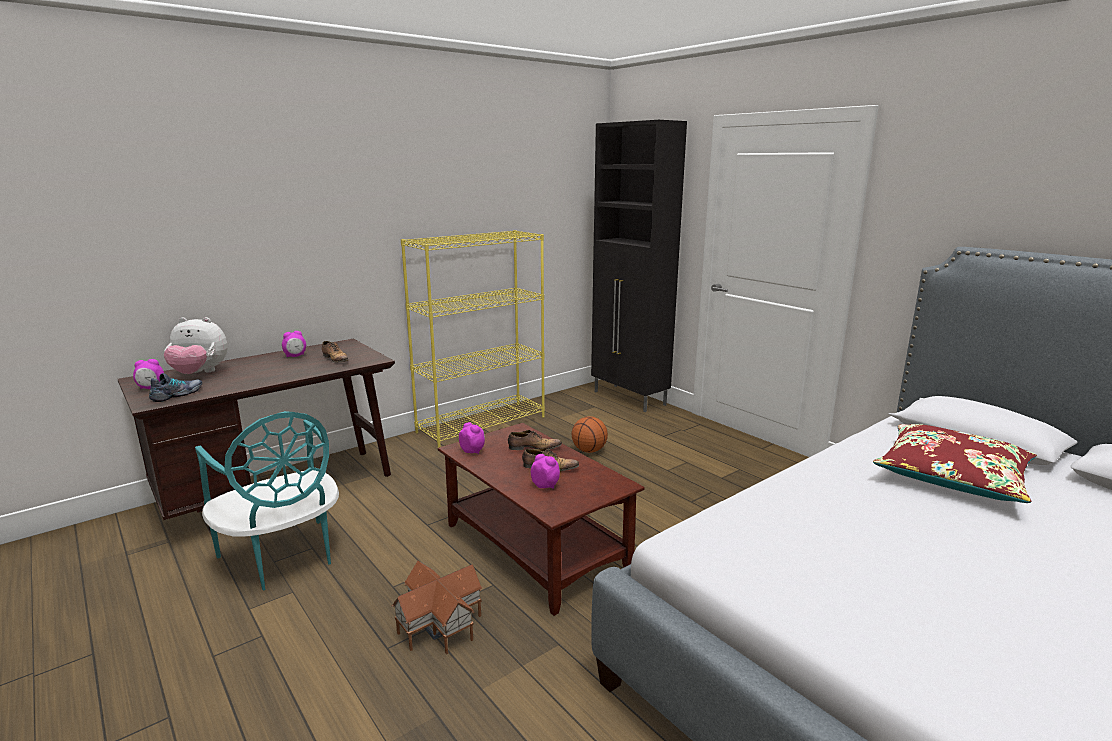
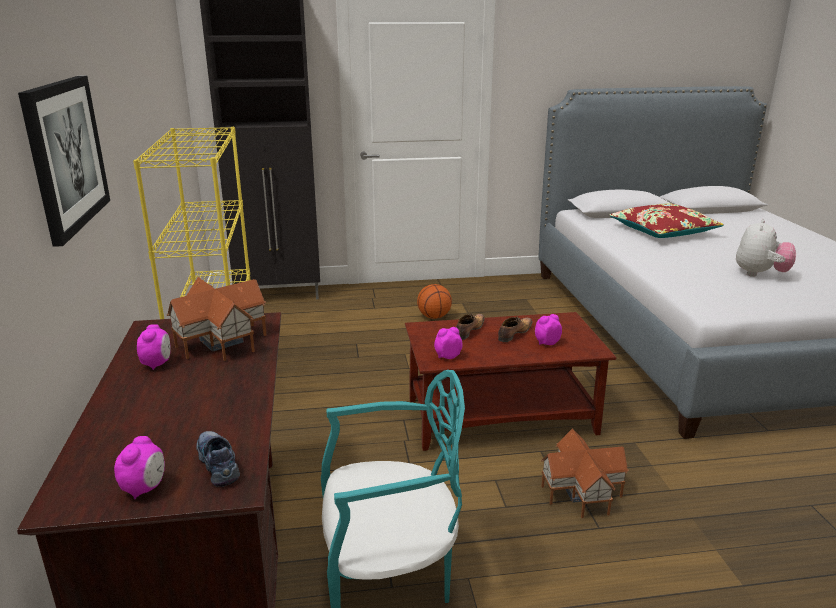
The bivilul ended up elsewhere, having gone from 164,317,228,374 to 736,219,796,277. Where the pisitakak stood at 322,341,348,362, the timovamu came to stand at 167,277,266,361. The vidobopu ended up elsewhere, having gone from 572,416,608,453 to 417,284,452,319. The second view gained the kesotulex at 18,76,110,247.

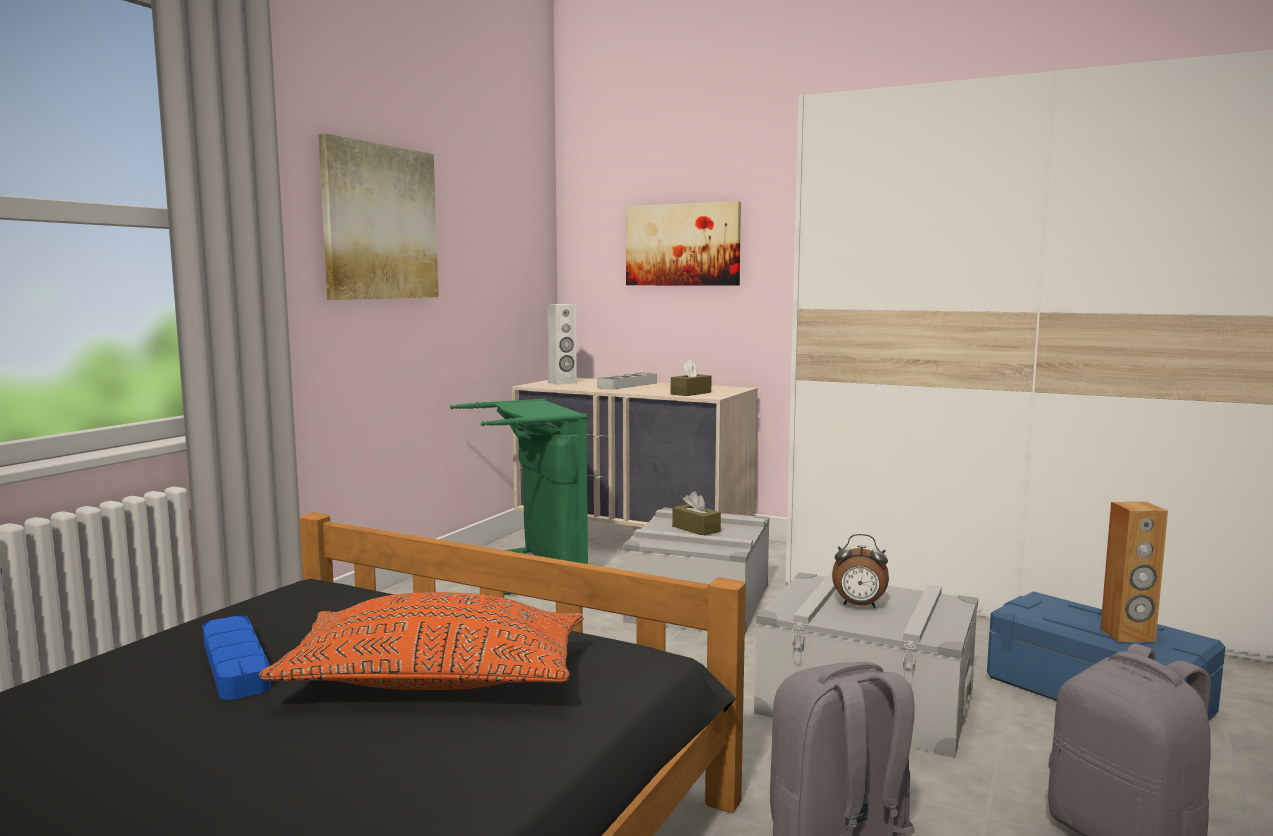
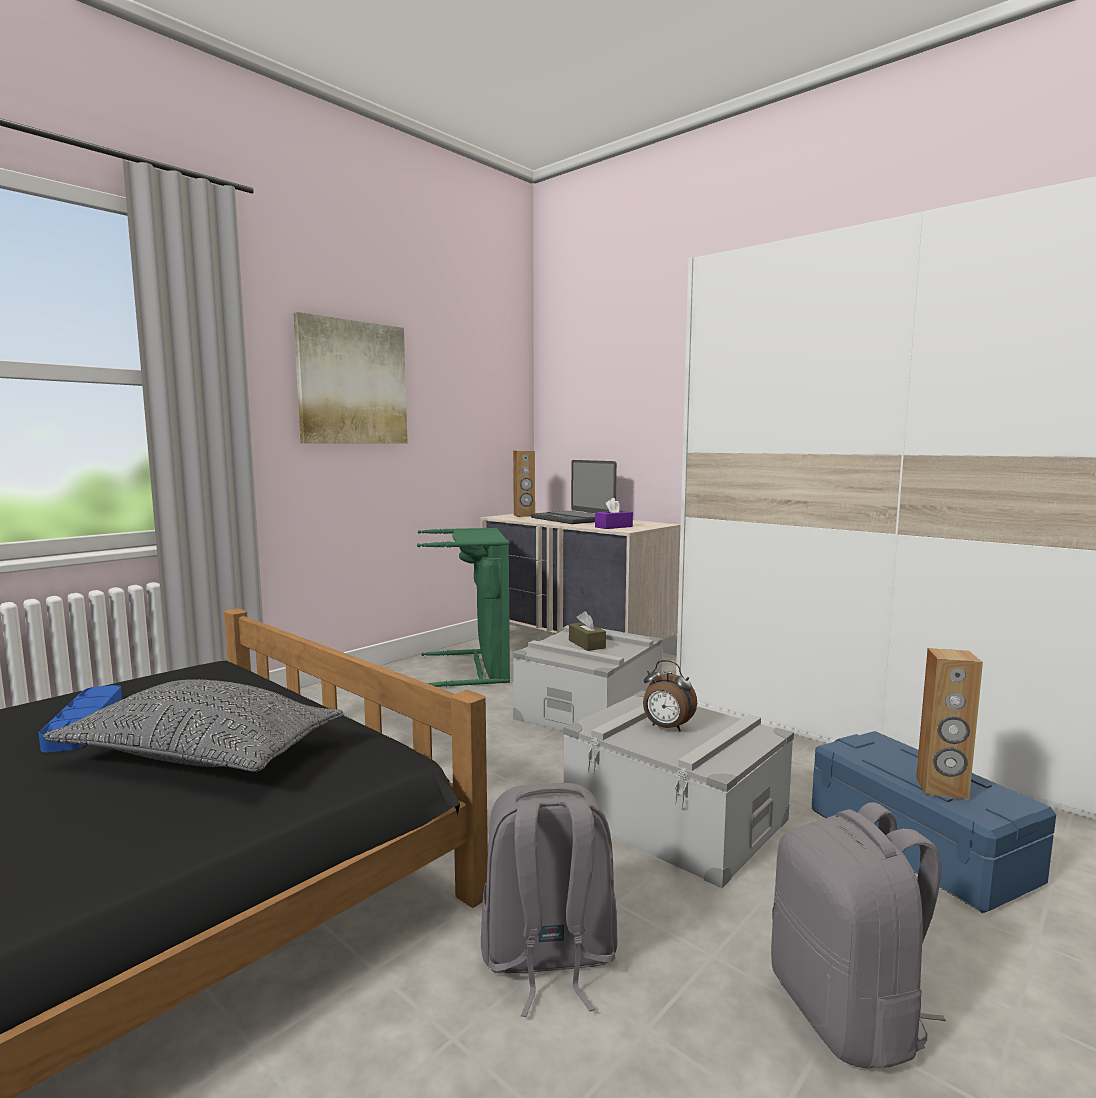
The second view lost the kesotulex at 626,201,741,286. What was the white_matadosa at 547,304,577,385 turned into the brown_matadosa at 513,451,535,517. What was the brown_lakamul at 671,360,712,396 turned into the purple_lakamul at 595,498,633,529. Where the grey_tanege stood at 598,372,657,390, the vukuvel came to stand at 531,460,617,524. What was the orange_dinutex at 259,592,584,690 turned into the grey_dinutex at 43,679,345,772.

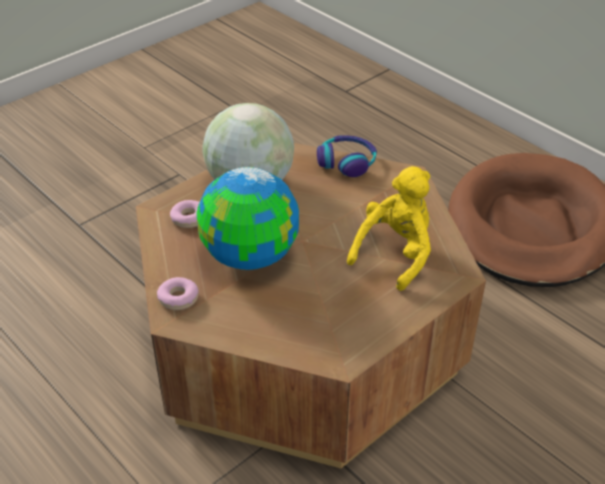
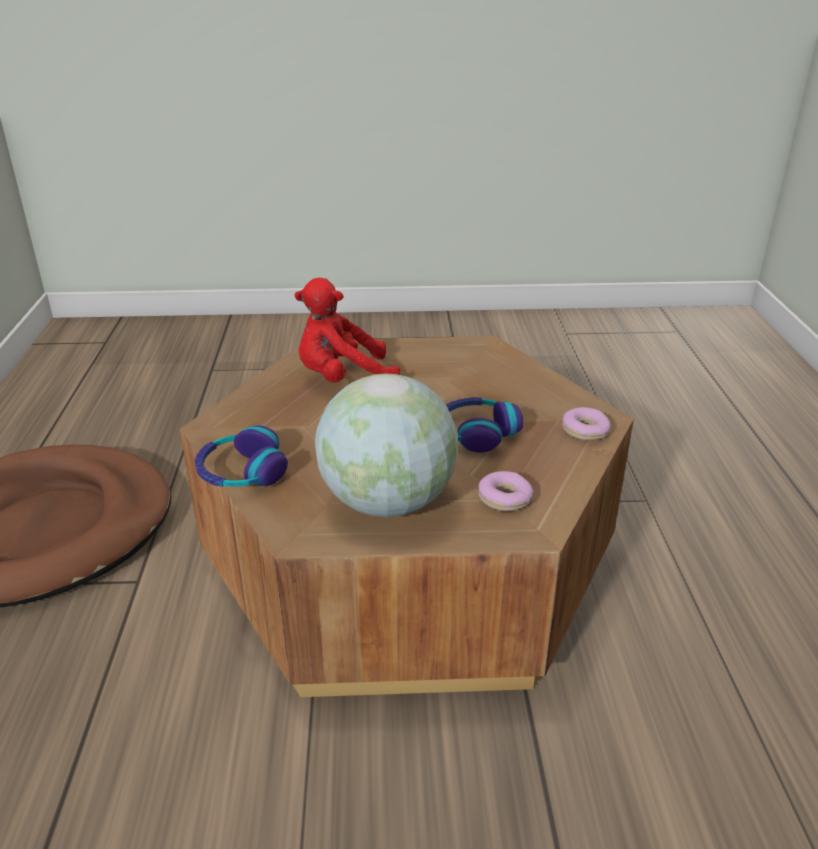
What was the yellow_bivilul at 347,166,431,291 turned into the red_bivilul at 294,278,400,382. Where the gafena stood at 197,167,299,270, the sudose came to stand at 446,397,523,453.

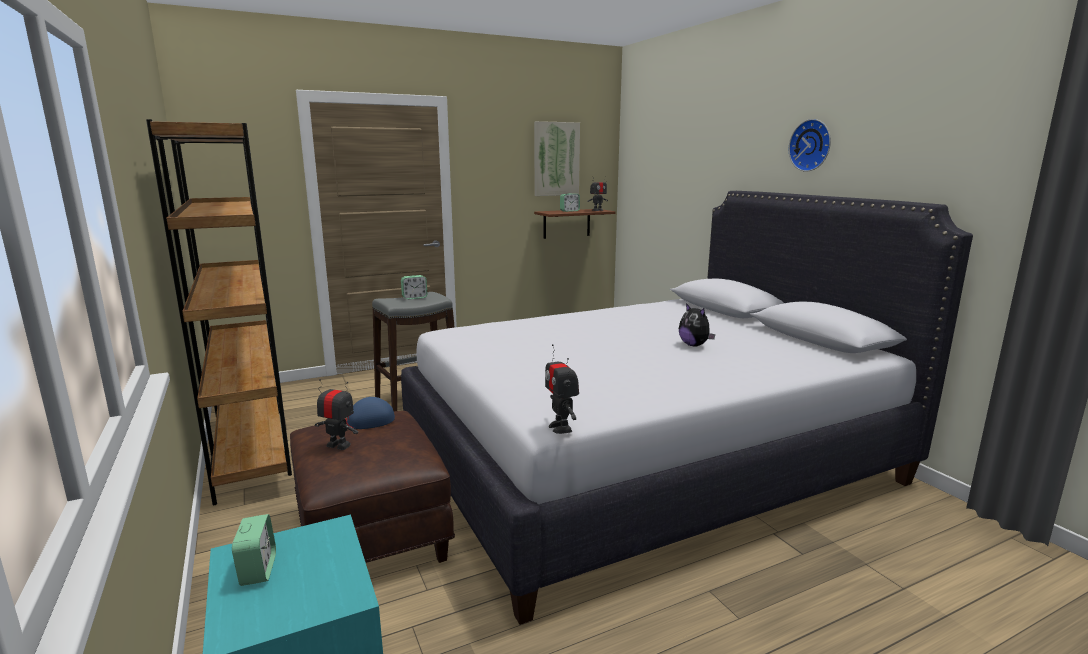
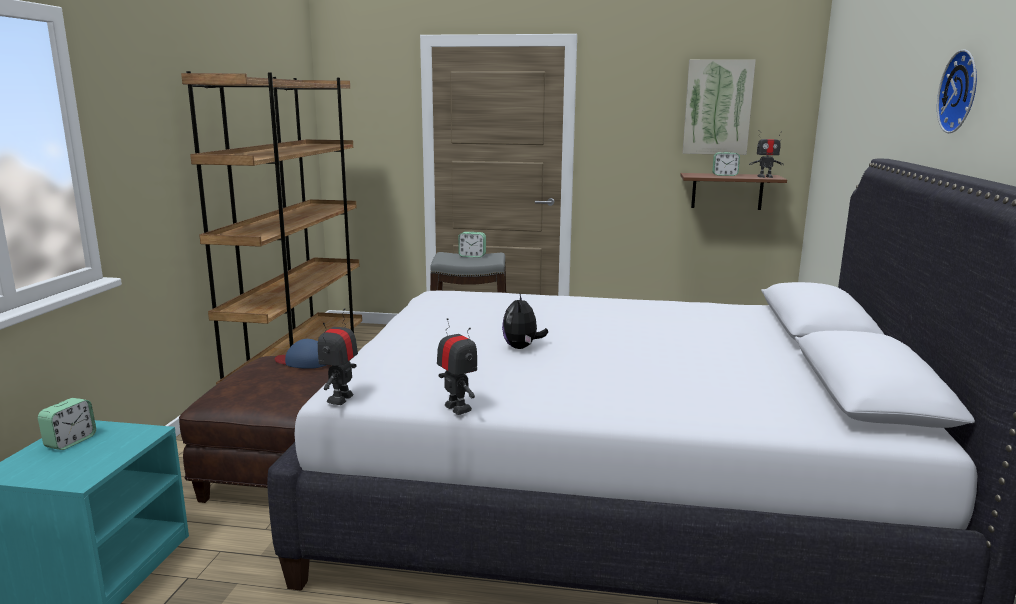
The bivilul ended up elsewhere, having gone from 679,303,715,346 to 502,292,548,349. The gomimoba ended up elsewhere, having gone from 315,379,358,450 to 437,318,477,415.

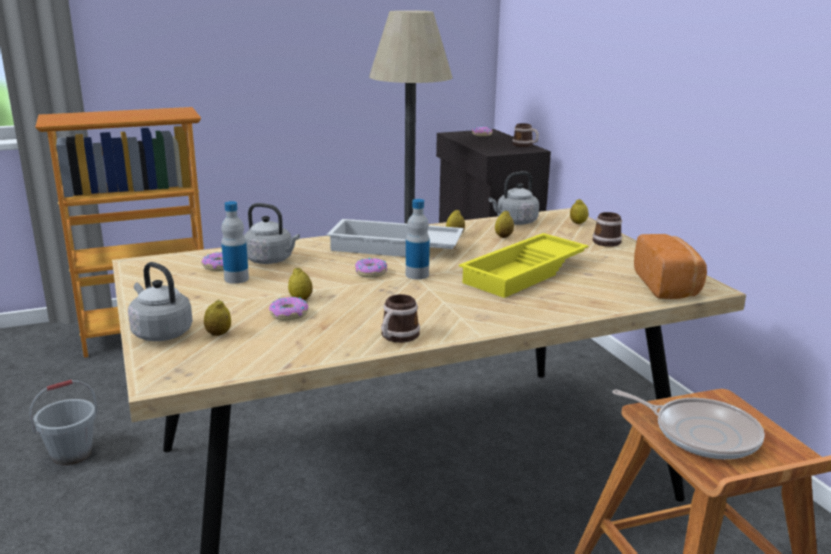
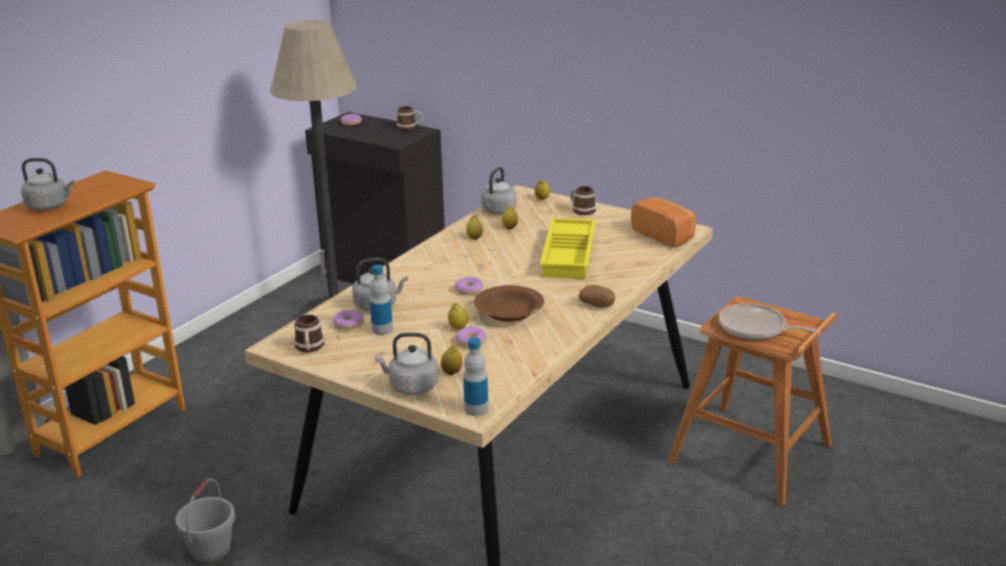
The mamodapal ended up elsewhere, having gone from 406,199,430,279 to 463,337,488,416. The second view lost the white_tanege at 327,219,464,257. The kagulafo ended up elsewhere, having gone from 381,294,420,343 to 294,315,324,352. The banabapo at 612,390,765,459 ended up facing another way, 150 degrees counterclockwise from before. The second view gained the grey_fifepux at 21,158,75,211. The second view gained the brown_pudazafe at 474,285,544,322. The second view gained the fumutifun at 579,285,615,307.

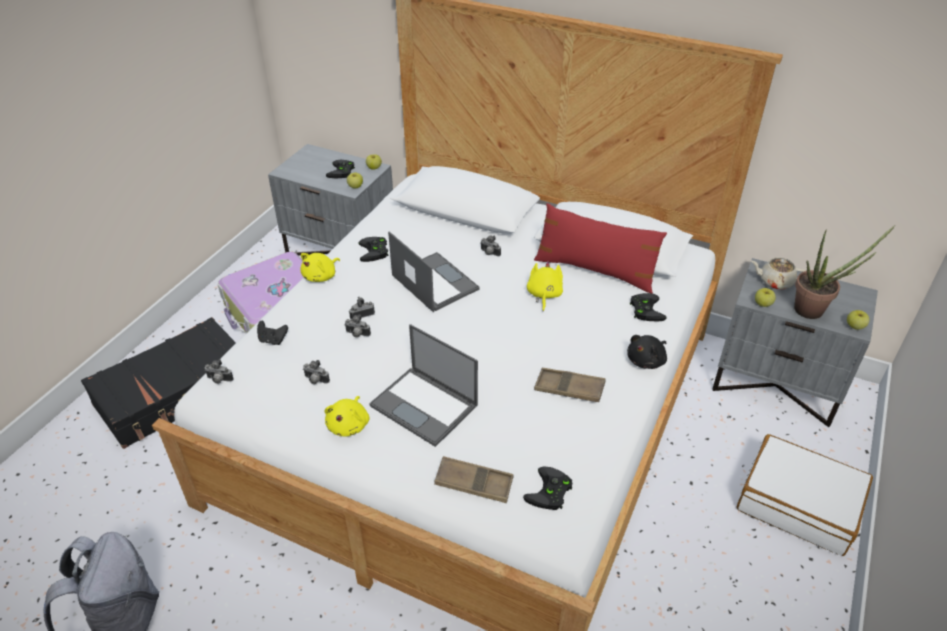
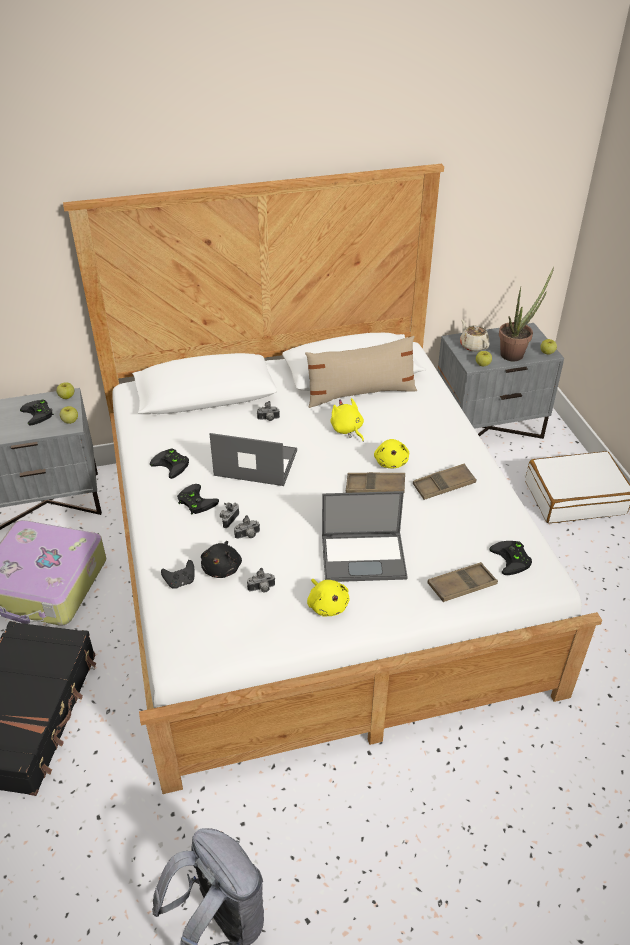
What was the red_dinutex at 534,203,667,293 turned into the beige_dinutex at 305,336,417,408. The yellow_bivilul ended up elsewhere, having gone from 300,253,340,282 to 374,439,409,468. The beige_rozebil at 751,258,807,290 ended up facing another way, 90 degrees clockwise from before. The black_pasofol ended up elsewhere, having gone from 630,293,667,321 to 177,484,219,514. The black_bivilul ended up elsewhere, having gone from 627,335,667,369 to 201,541,242,578. The second view lost the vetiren at 204,359,233,384. The second view gained the brown_tanege at 346,472,405,493.

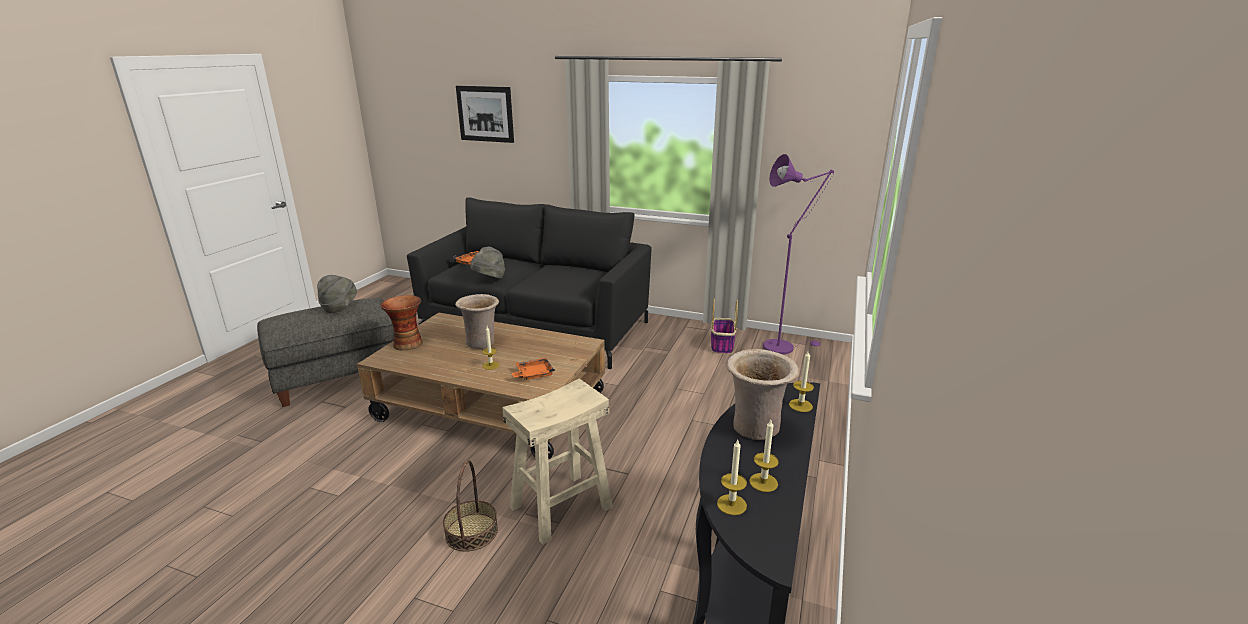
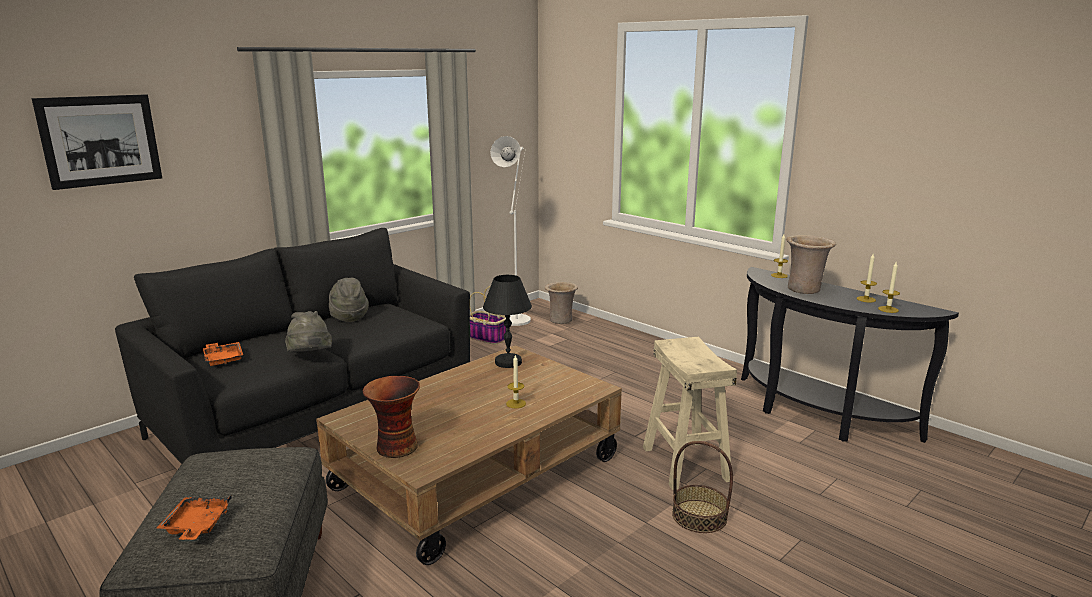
What was the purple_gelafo at 763,154,834,354 turned into the white_gelafo at 490,136,531,326. The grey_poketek ended up elsewhere, having gone from 317,275,357,313 to 329,278,369,322. The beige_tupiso ended up elsewhere, having gone from 455,294,499,349 to 545,282,578,324. The orange_tanege ended up elsewhere, having gone from 512,358,555,380 to 157,496,231,540. The second view gained the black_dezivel at 483,275,532,368.

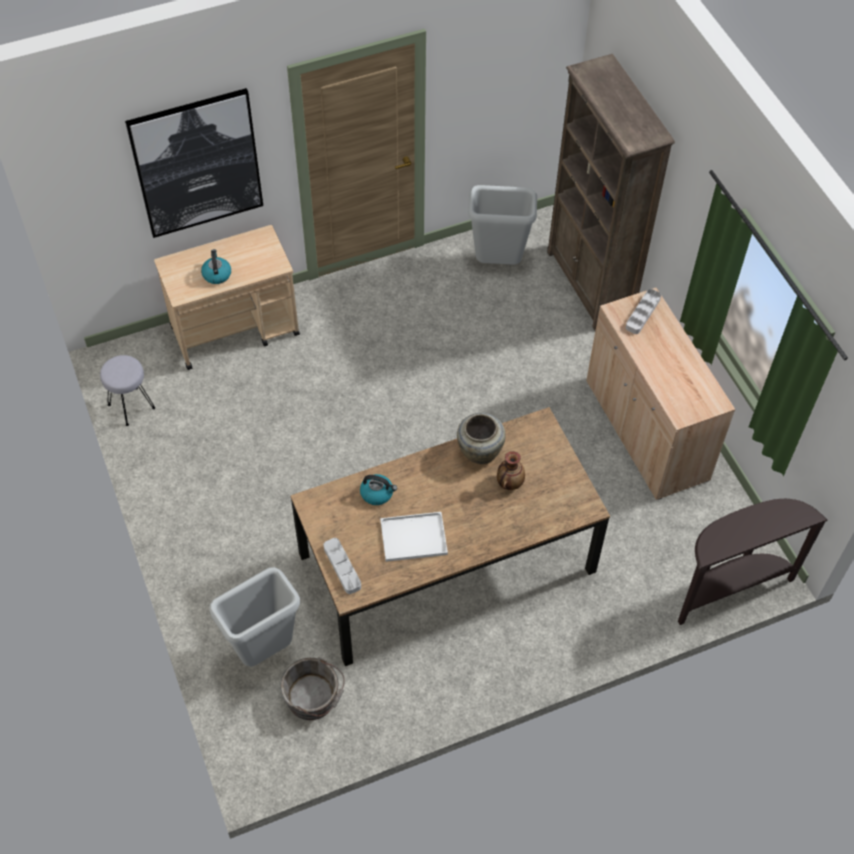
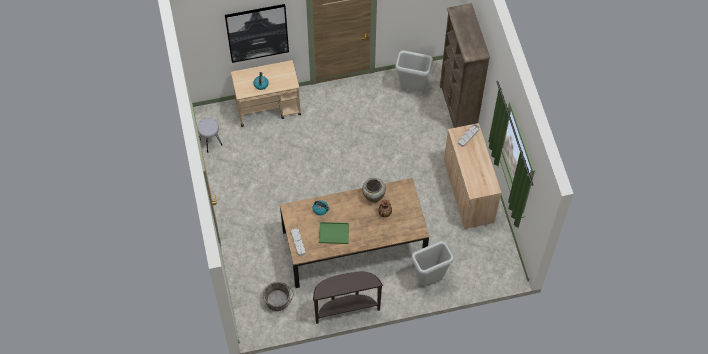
The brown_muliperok ended up elsewhere, having gone from 678,499,828,625 to 313,272,383,324. What was the white_tanege at 380,512,448,562 turned into the green_tanege at 319,222,349,244. The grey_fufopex ended up elsewhere, having gone from 210,567,300,666 to 412,241,454,285.

